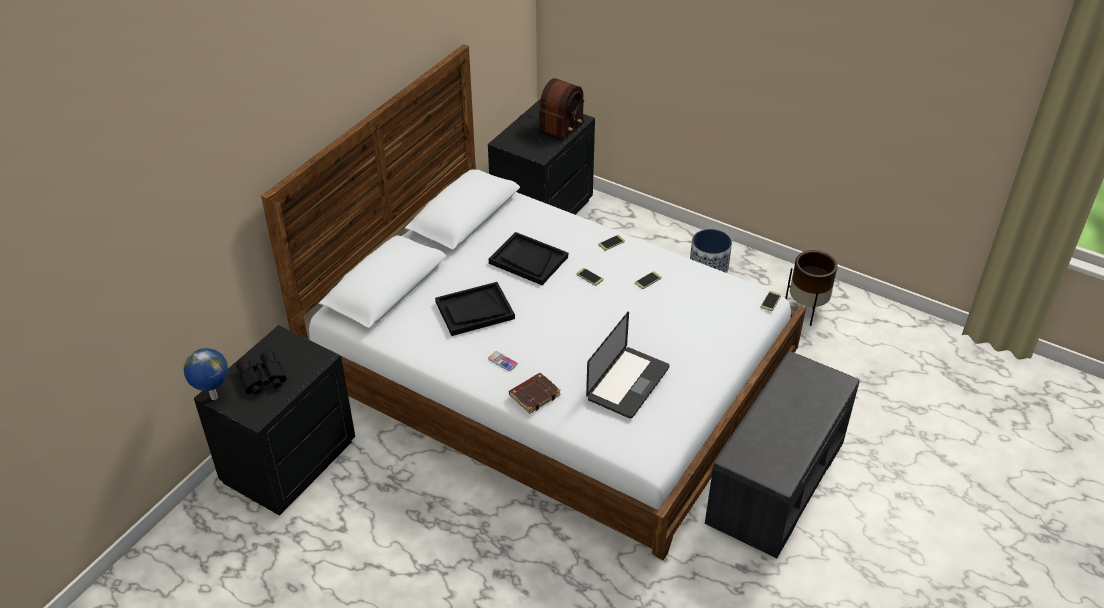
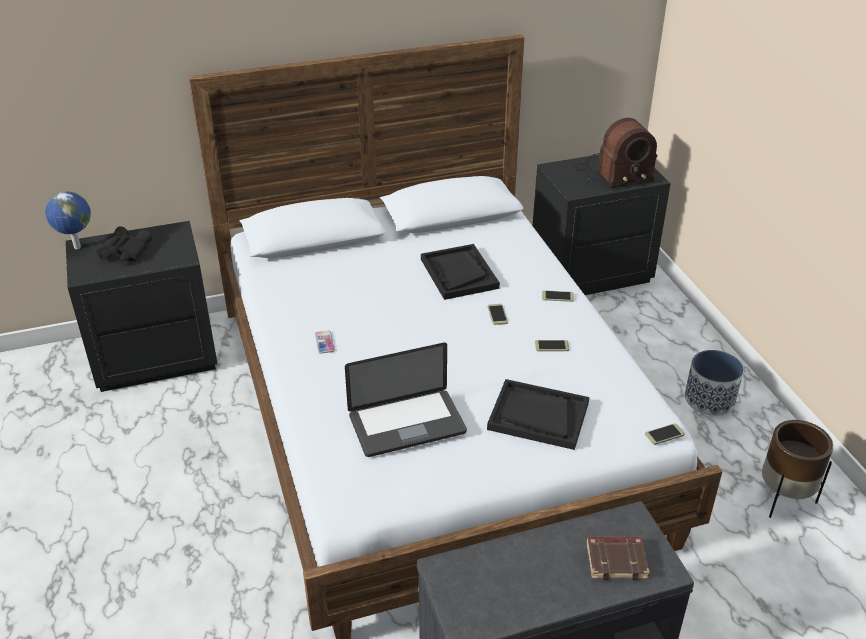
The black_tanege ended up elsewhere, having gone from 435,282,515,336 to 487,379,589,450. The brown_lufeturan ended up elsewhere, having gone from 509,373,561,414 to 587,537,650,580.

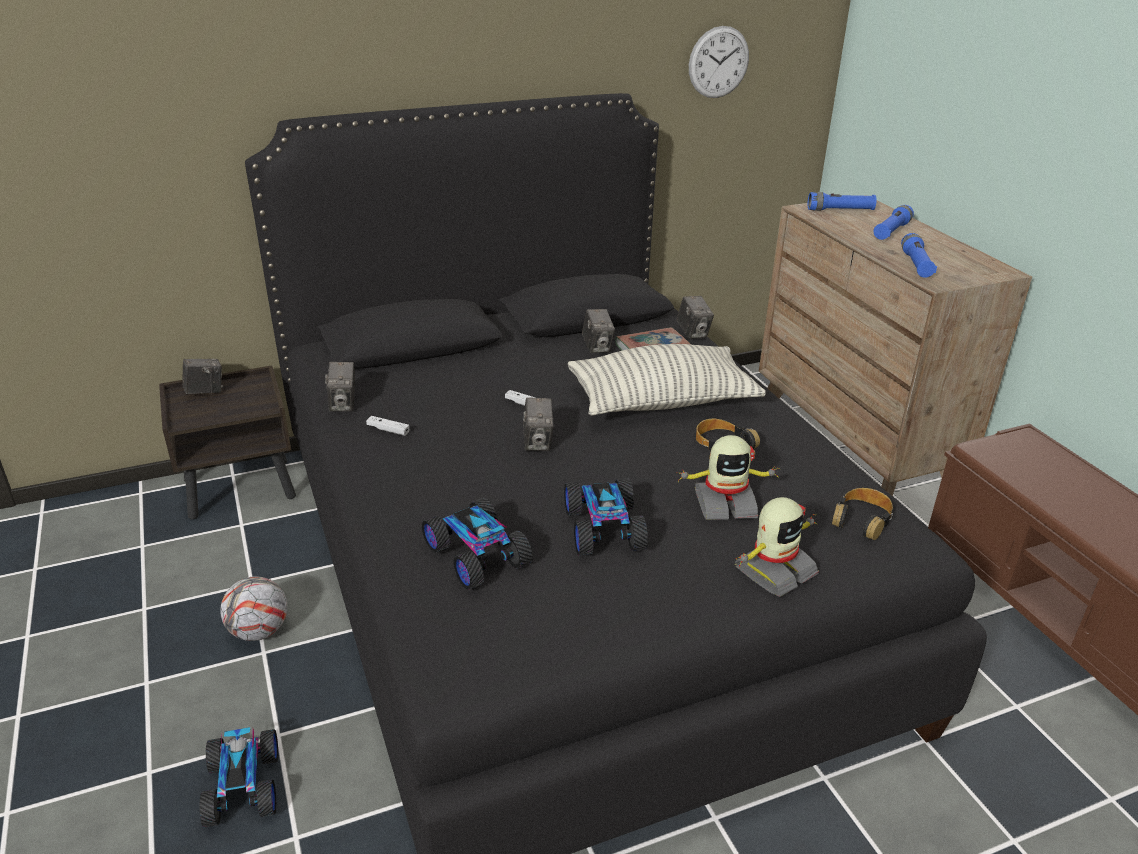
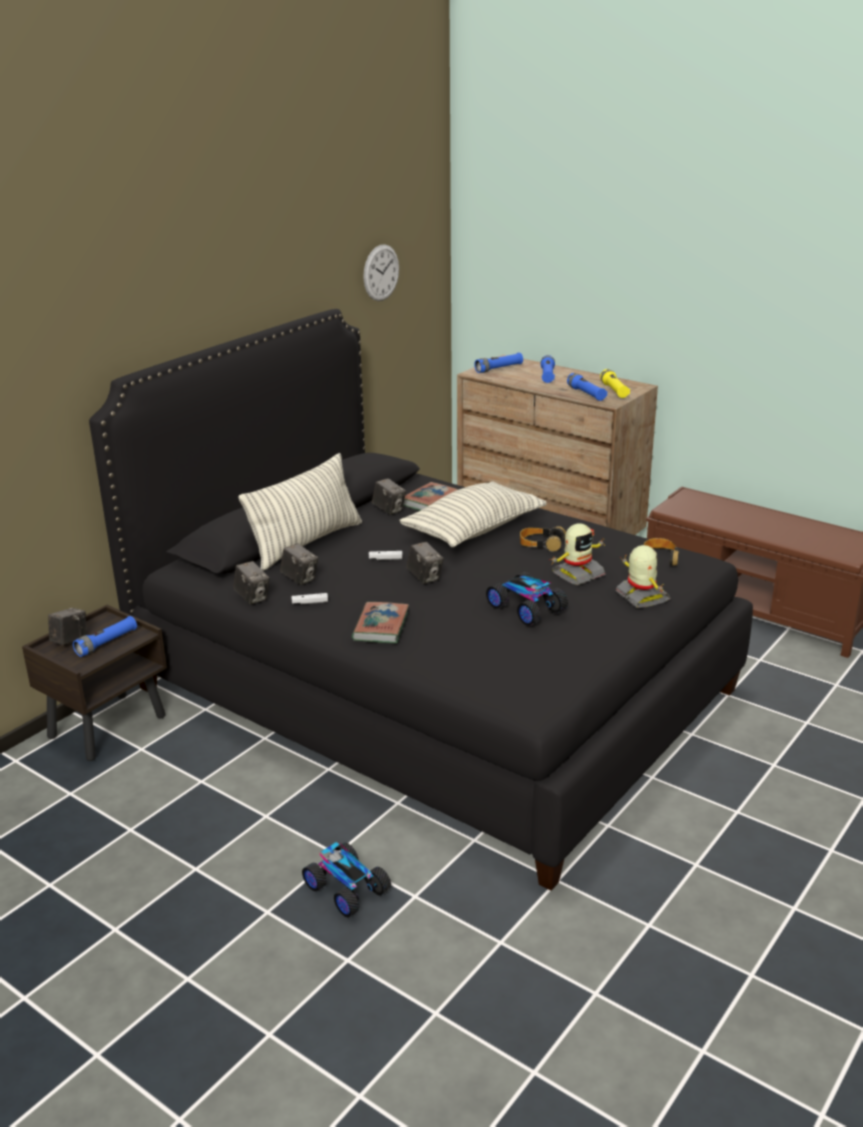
The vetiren ended up elsewhere, having gone from 676,296,714,339 to 280,543,318,585. The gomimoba at 735,497,819,597 ended up facing another way, 45 degrees counterclockwise from before. The second view lost the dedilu at 422,498,533,590. The second view lost the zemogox at 220,576,287,641. The second view gained the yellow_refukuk at 600,369,630,398. The second view gained the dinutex at 239,453,362,571. The second view gained the lufeturan at 352,602,409,643. The second view gained the blue_refukuk at 73,616,137,657.

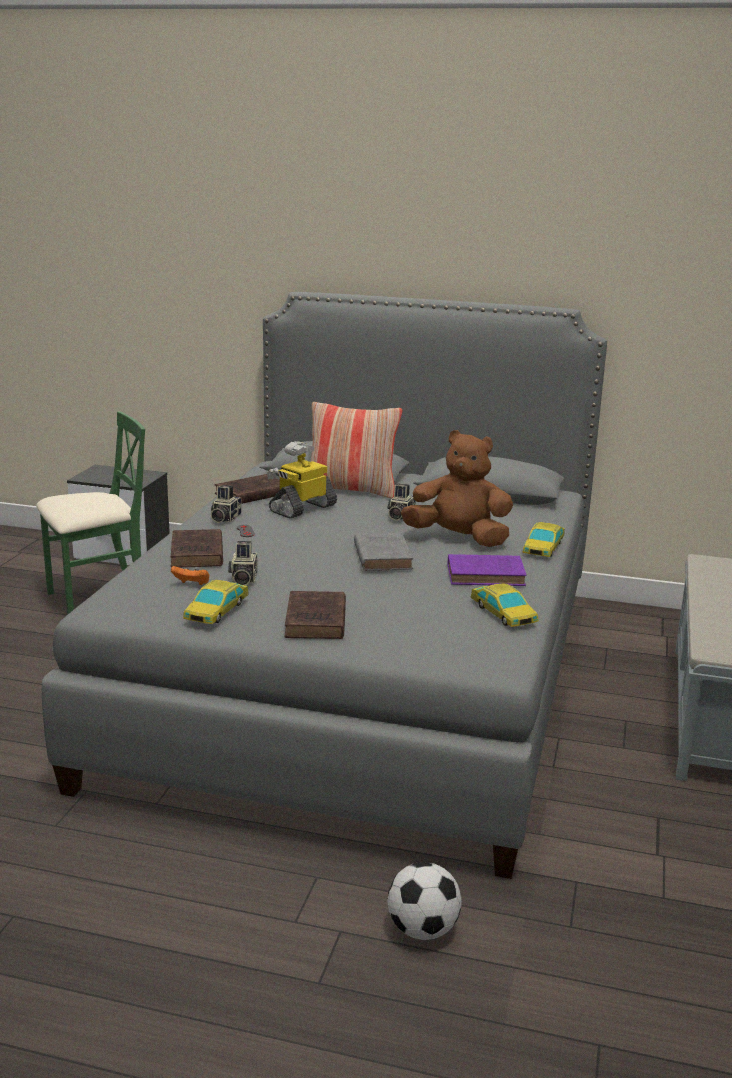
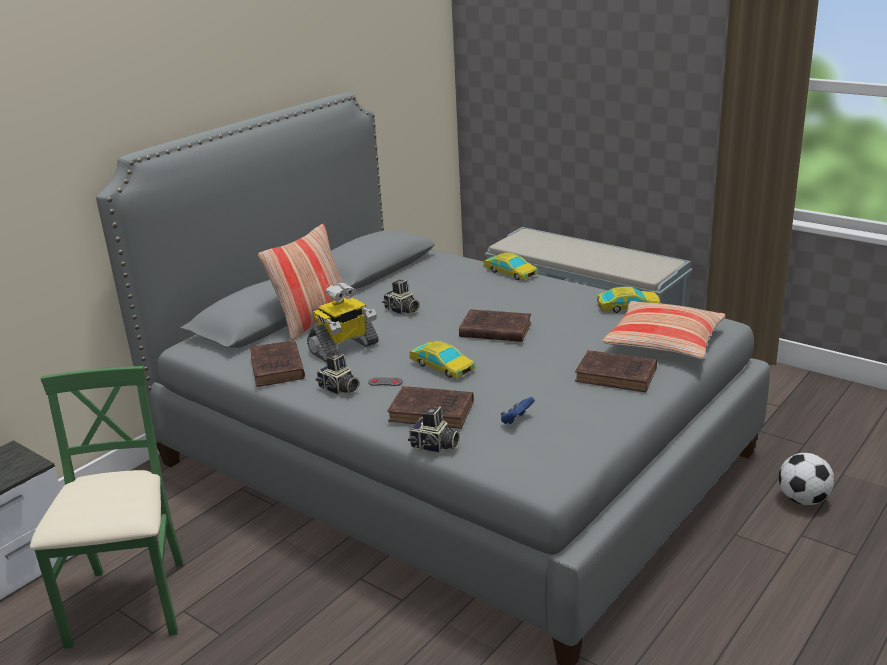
The second view lost the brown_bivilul at 401,430,513,547. The gomimoba at 267,441,337,518 ended up facing another way, 105 degrees counterclockwise from before. What was the grey_lufeturan at 354,533,413,571 turned into the brown_lufeturan at 459,309,531,342. The vetiren ended up elsewhere, having gone from 228,541,257,586 to 408,407,460,453. The second view lost the purple_lufeturan at 447,554,526,586. What was the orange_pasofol at 171,566,209,585 turned into the blue_pasofol at 500,397,535,424. The dedilu ended up elsewhere, having gone from 183,580,249,624 to 410,341,476,378. The second view gained the dinutex at 602,301,725,359.

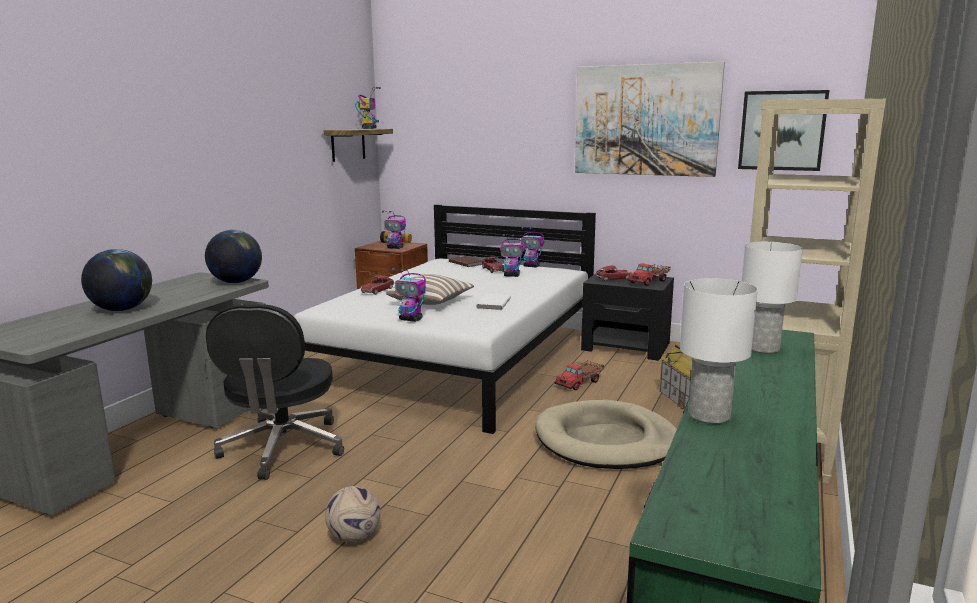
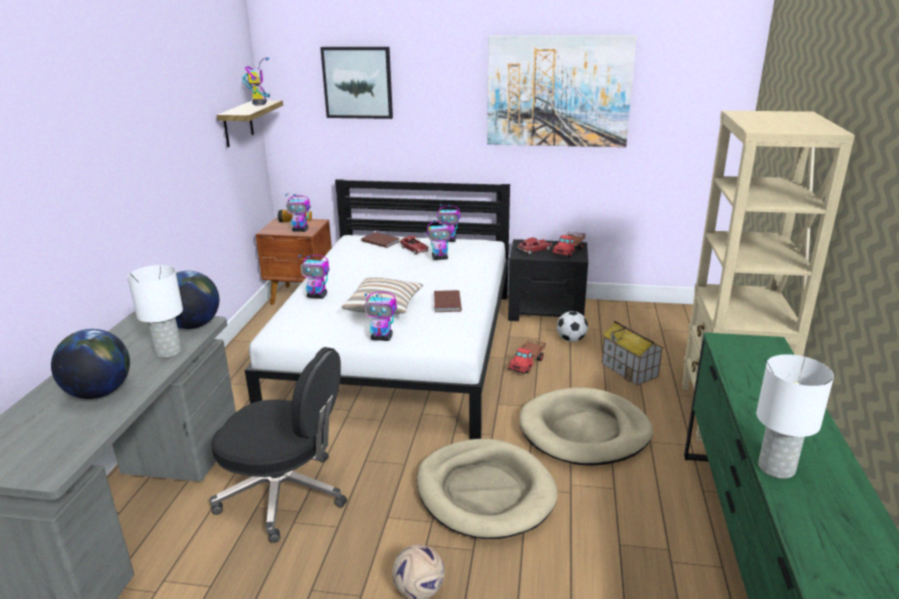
The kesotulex ended up elsewhere, having gone from 738,90,829,171 to 320,47,393,119. The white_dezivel ended up elsewhere, having gone from 742,242,803,354 to 127,265,183,358. Where the dedilu stood at 360,276,395,295, the gomimoba came to stand at 298,254,329,299. What was the white_lufeturan at 476,294,511,310 turned into the brown_lufeturan at 434,290,462,312. The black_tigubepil at 206,304,344,480 ended up facing another way, 60 degrees counterclockwise from before. The second view gained the zemogox at 557,311,588,342. The second view gained the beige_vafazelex at 417,439,557,539.

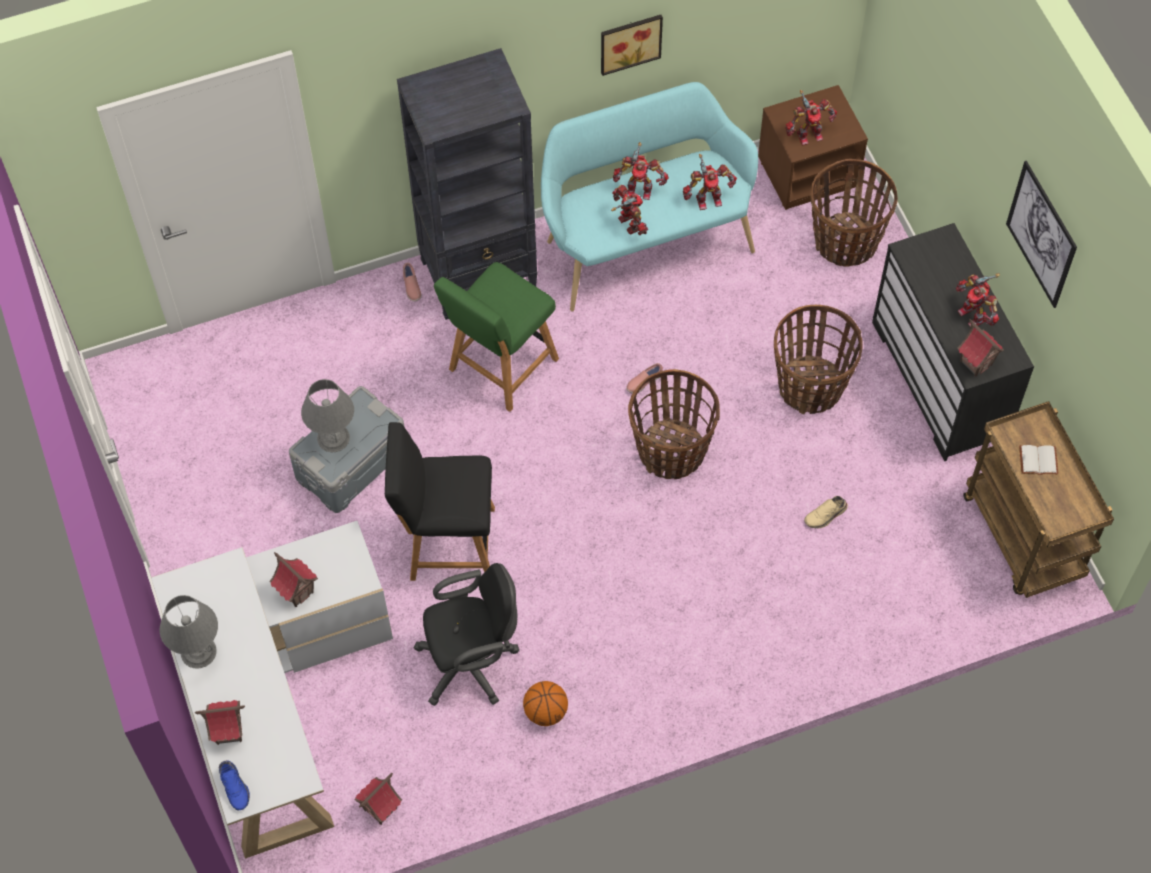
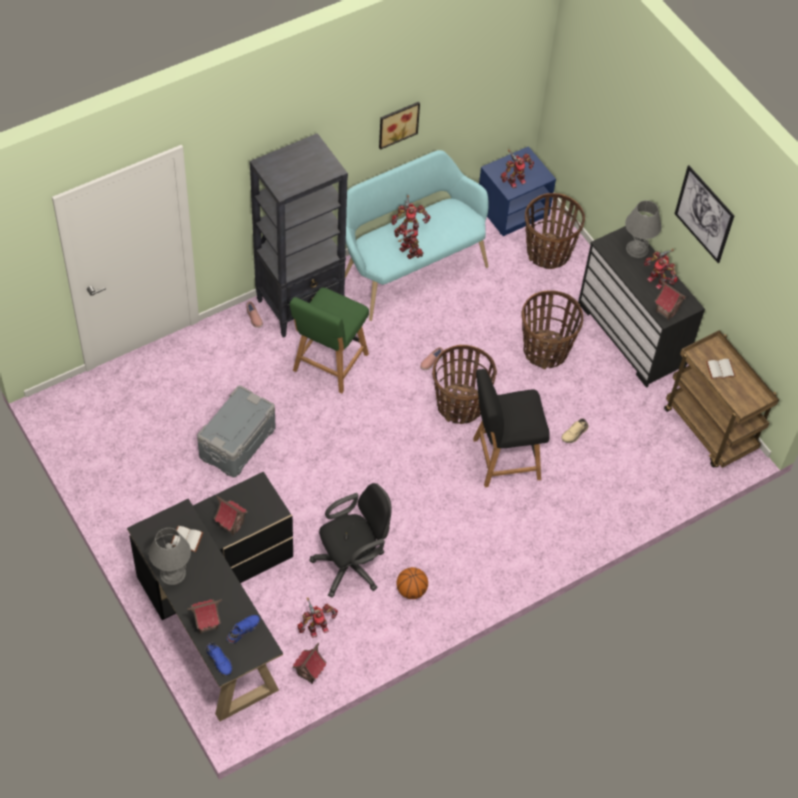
What was the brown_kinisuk at 758,85,868,210 turned into the blue_kinisuk at 479,146,556,236. The gomimoba ended up elsewhere, having gone from 683,154,737,210 to 297,597,338,638. The grey_dezivel ended up elsewhere, having gone from 301,379,354,452 to 625,200,662,258. The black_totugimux ended up elsewhere, having gone from 385,422,495,581 to 473,369,550,487. What was the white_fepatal at 151,521,393,859 turned into the black_fepatal at 127,472,293,721. The second view gained the white_lufeturan at 171,526,203,552. The second view gained the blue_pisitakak at 227,615,260,643.

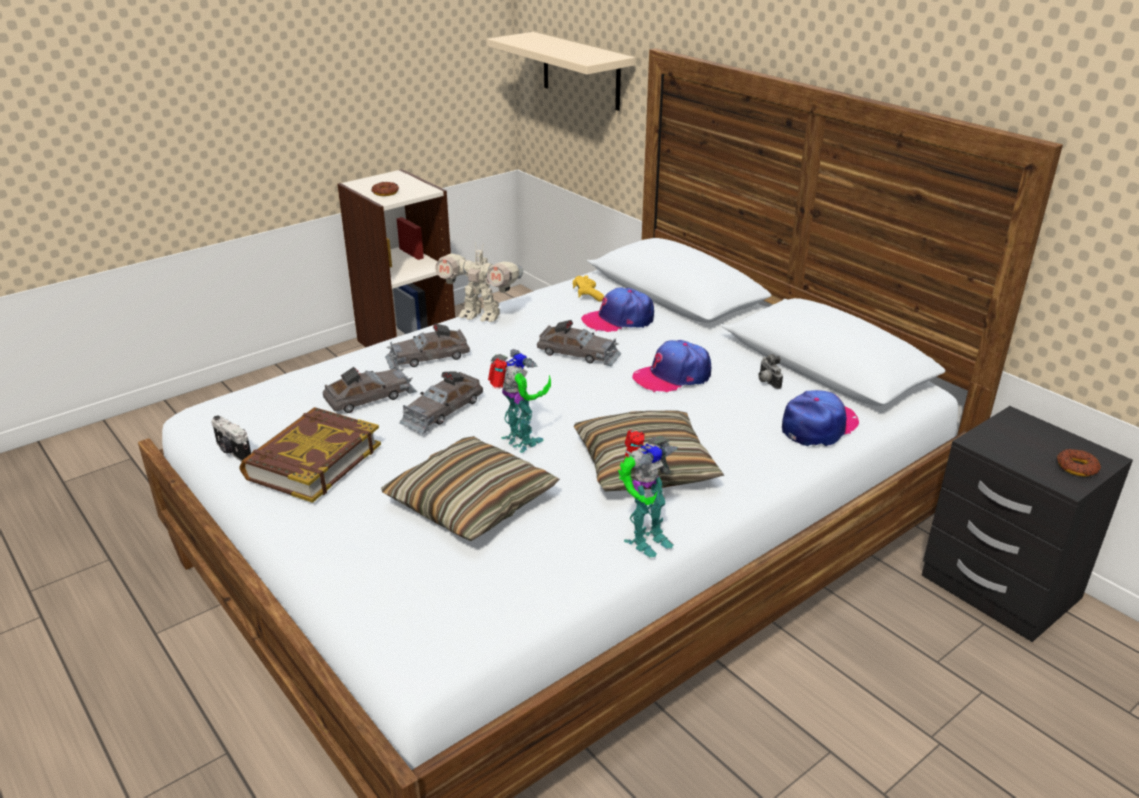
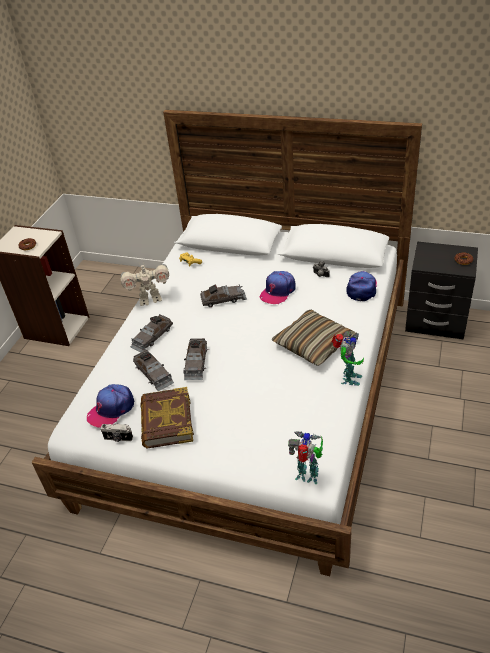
The second view lost the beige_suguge at 487,32,635,111. The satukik ended up elsewhere, having gone from 581,287,654,332 to 87,384,134,428. The gomimoba ended up elsewhere, having gone from 488,349,551,453 to 288,431,323,484. The grey_dedilu at 323,366,417,413 ended up facing another way, 120 degrees clockwise from before. The second view lost the dinutex at 381,436,560,541.

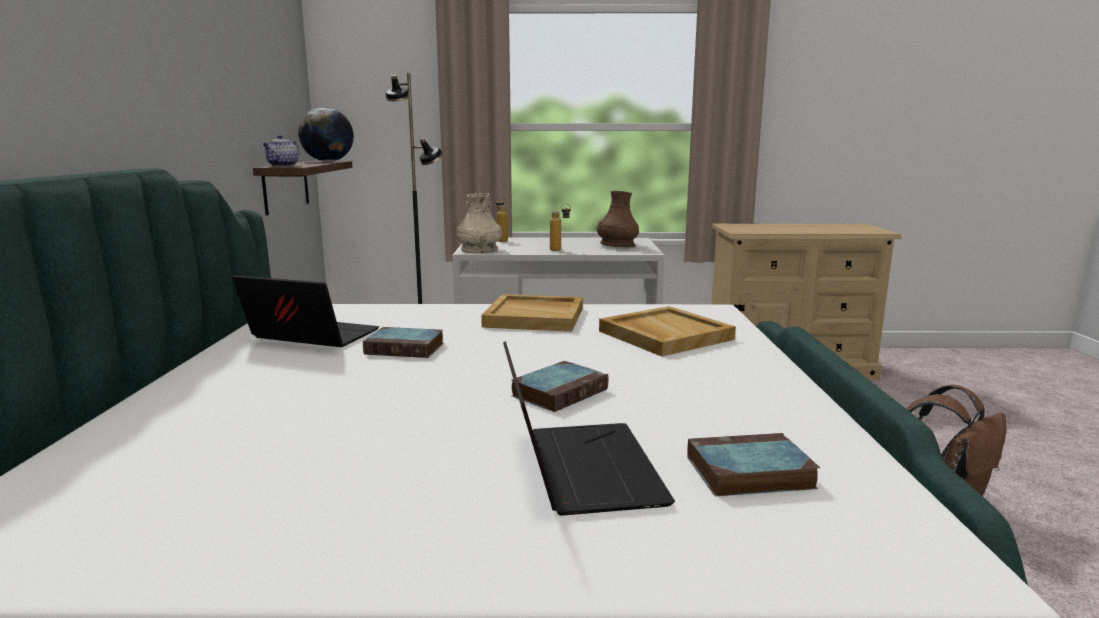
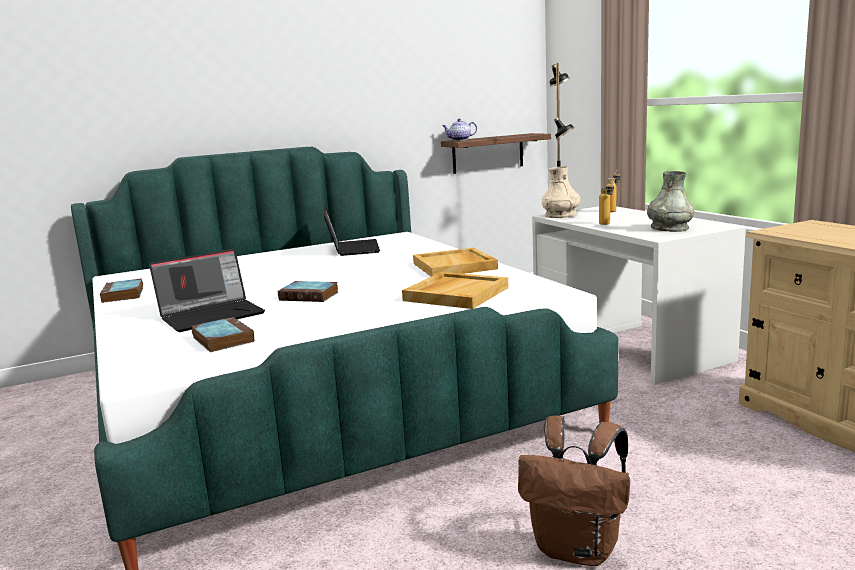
The second view lost the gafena at 298,107,354,162. What was the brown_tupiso at 597,191,639,247 turned into the grey_tupiso at 647,171,694,232. The lufeturan ended up elsewhere, having gone from 363,327,444,358 to 100,278,143,303.

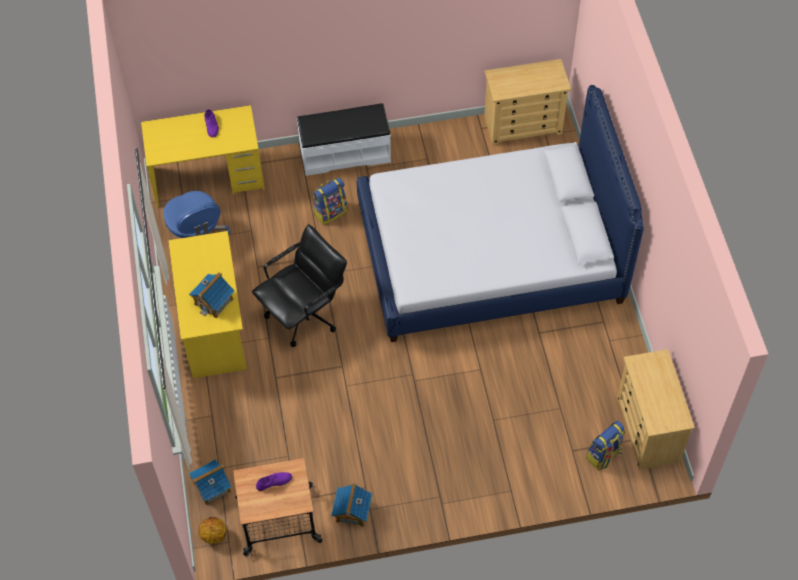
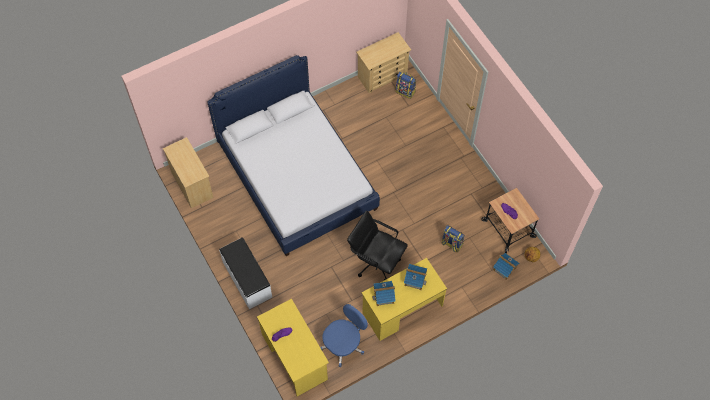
The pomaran ended up elsewhere, having gone from 313,178,347,225 to 441,225,465,252. The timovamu ended up elsewhere, having gone from 331,482,372,527 to 372,281,396,306.

